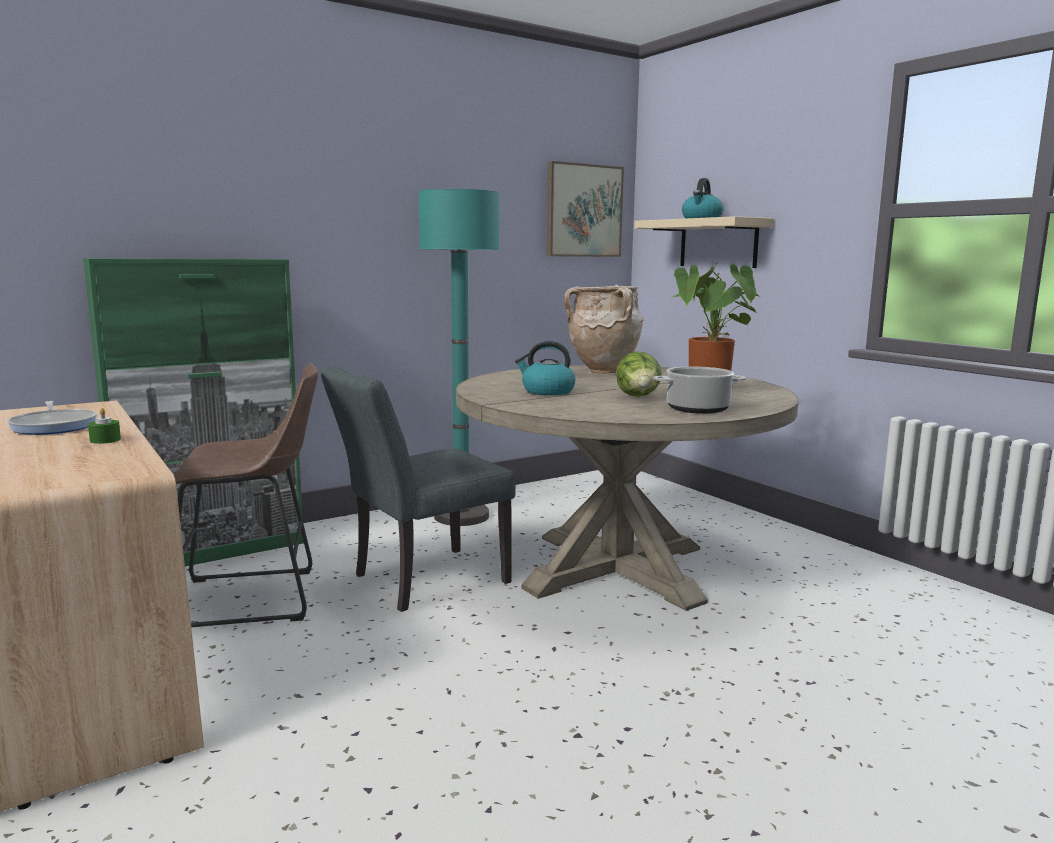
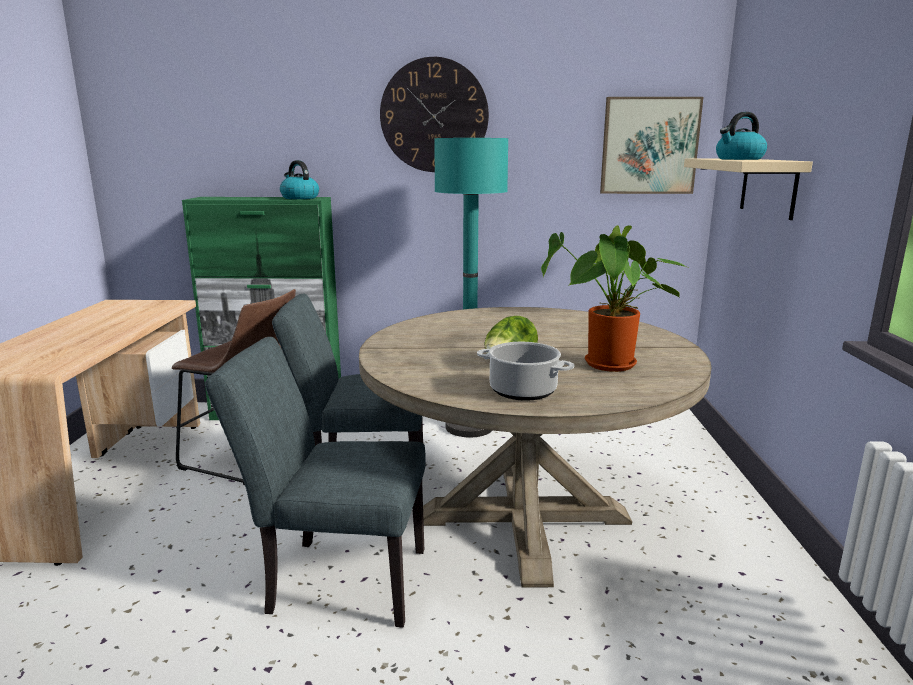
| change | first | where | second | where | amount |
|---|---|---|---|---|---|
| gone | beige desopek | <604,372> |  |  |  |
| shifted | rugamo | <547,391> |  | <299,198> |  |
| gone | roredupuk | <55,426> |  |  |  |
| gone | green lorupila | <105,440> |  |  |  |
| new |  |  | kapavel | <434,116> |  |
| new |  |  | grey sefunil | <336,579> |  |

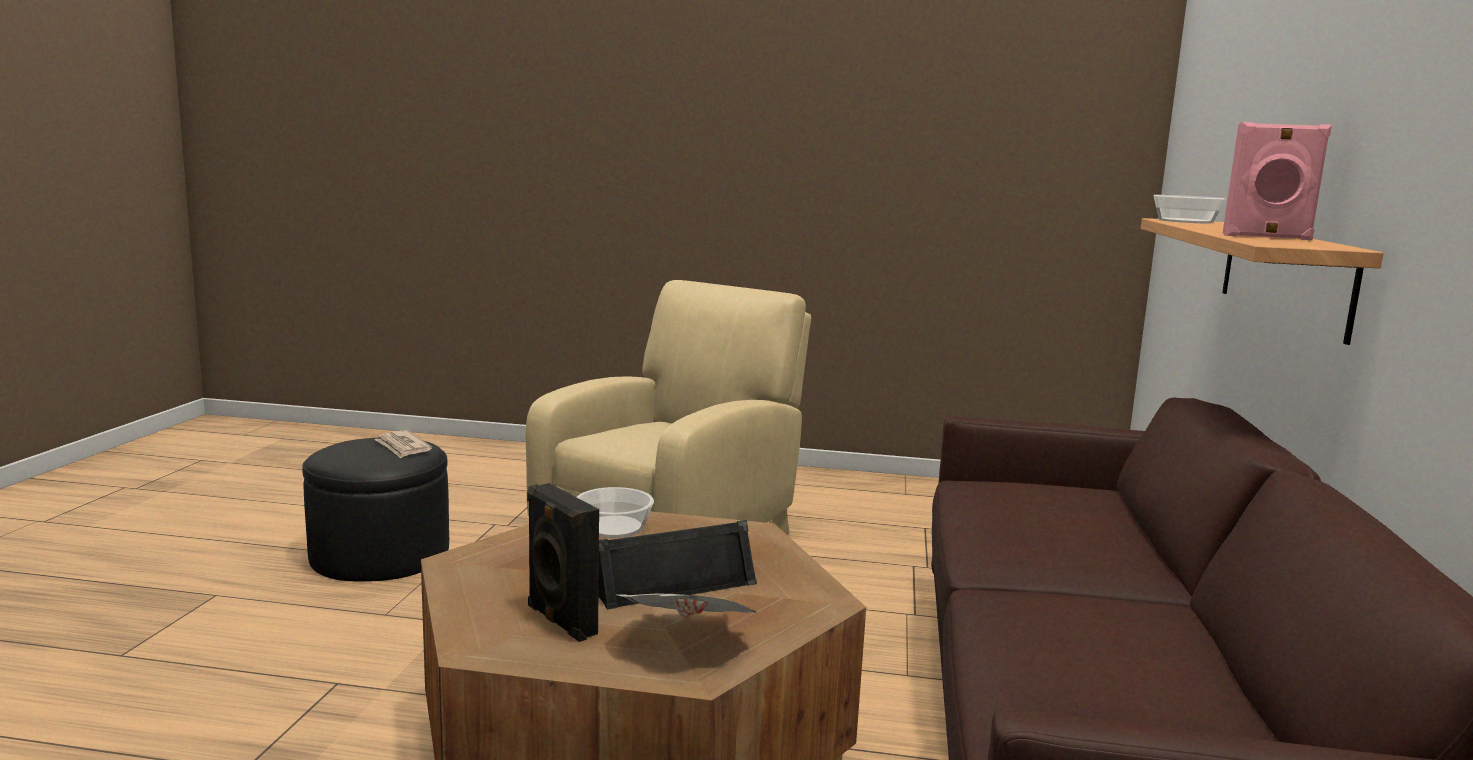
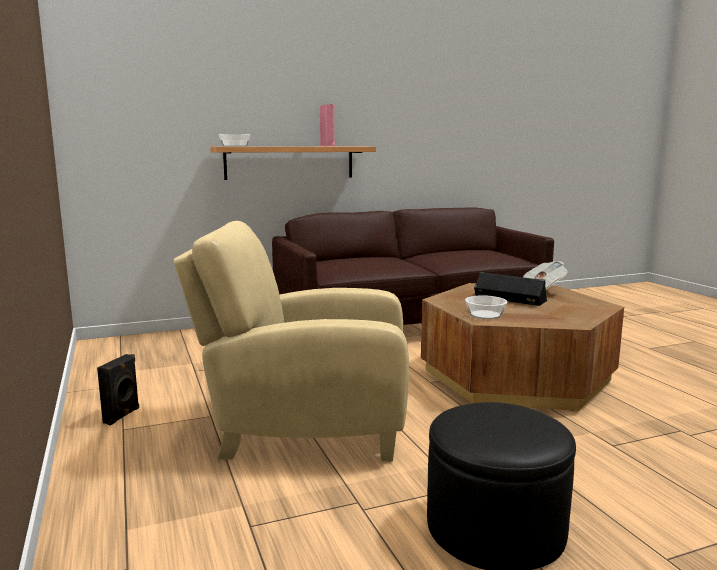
| change | first | where | second | where | amount |
|---|---|---|---|---|---|
| gone | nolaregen | <402,447> |  |  |  |
| shifted | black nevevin | <559,621> |  | <122,416> |  |

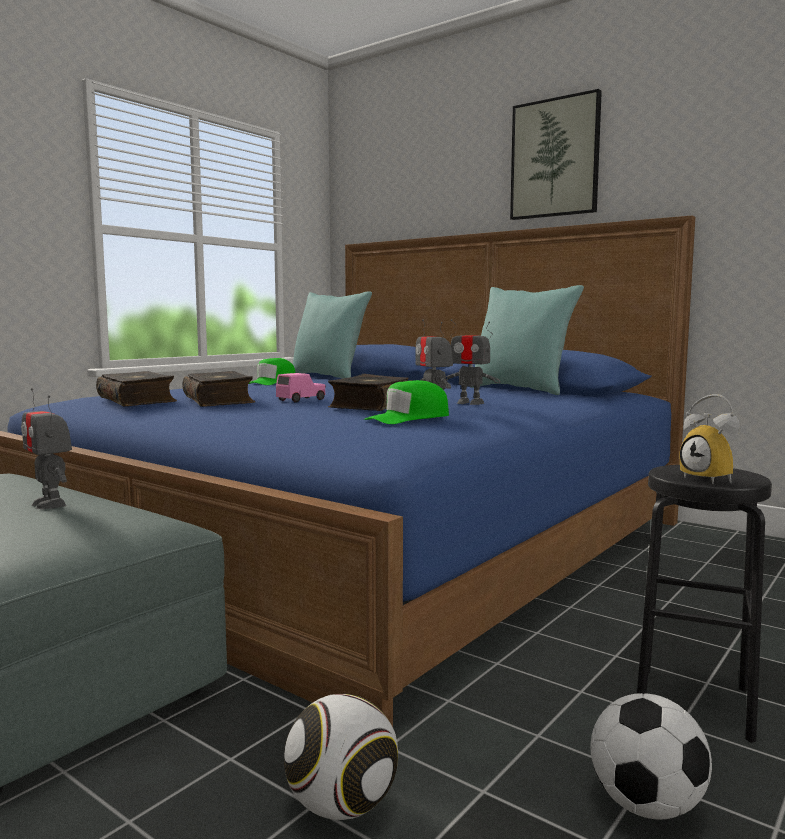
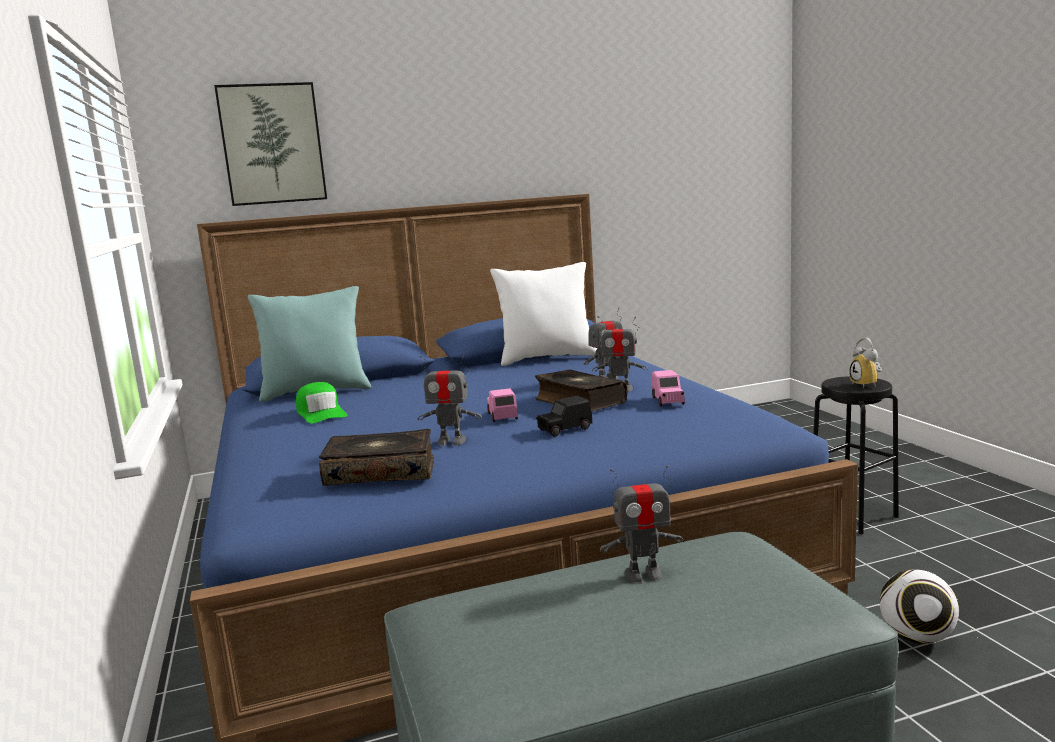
| change | first | where | second | where | amount |
|---|---|---|---|---|---|
| shifted | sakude | <555,158> |  | <272,144> |  |
| repainted | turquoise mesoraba | <521,390> | white mesoraba | <547,358> |  |
| swapped | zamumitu | <219,400> | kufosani | <451,441> |  |
| swapped | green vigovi | <409,418> | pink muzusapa | <668,401> |  |
| rotated | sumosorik | <712,479> |  | <868,385> | 75 degrees clockwise |
| gone | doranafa | <646,805> |  |  |  |
| new |  |  | black muzusapa | <564,430> |  |

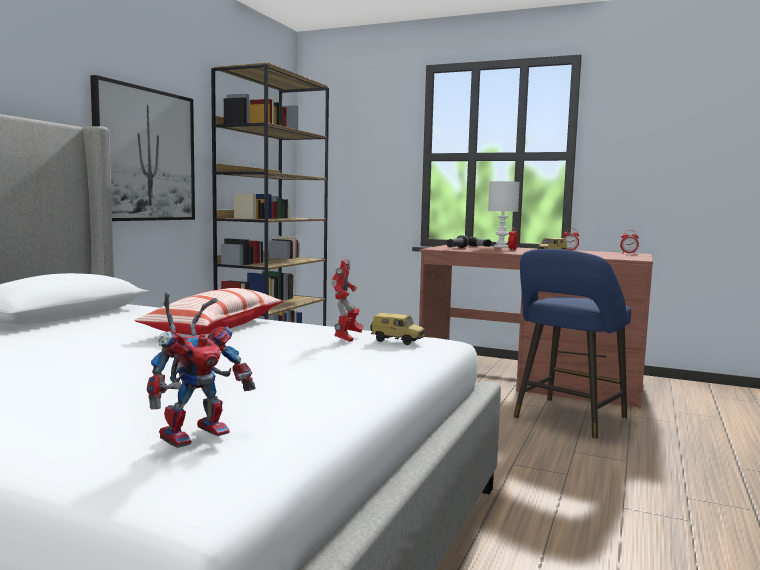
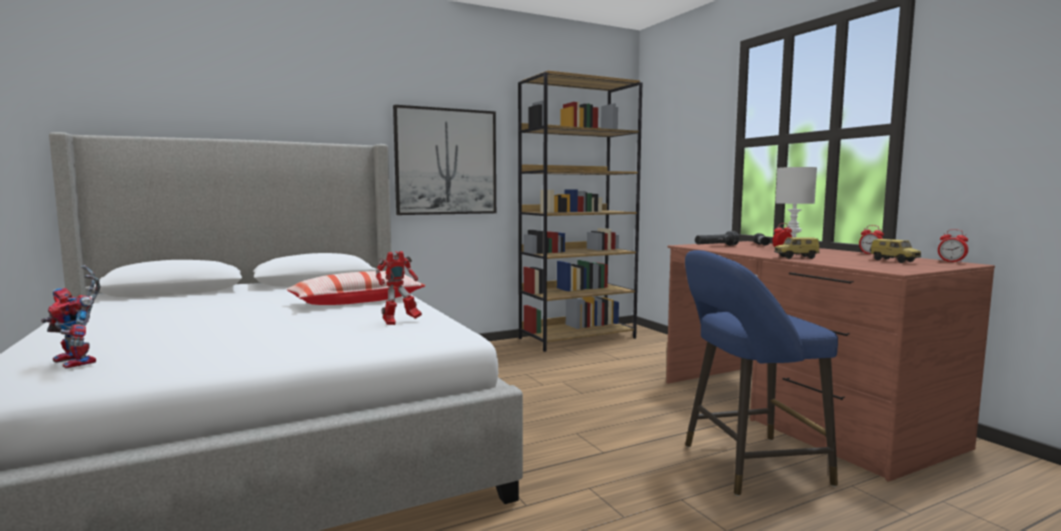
| change | first | where | second | where | amount |
|---|---|---|---|---|---|
| rotated | kufosani | <197,432> |  | <80,362> | 45 degrees clockwise |
| shifted | muzusapa | <397,341> |  | <894,261> |  |

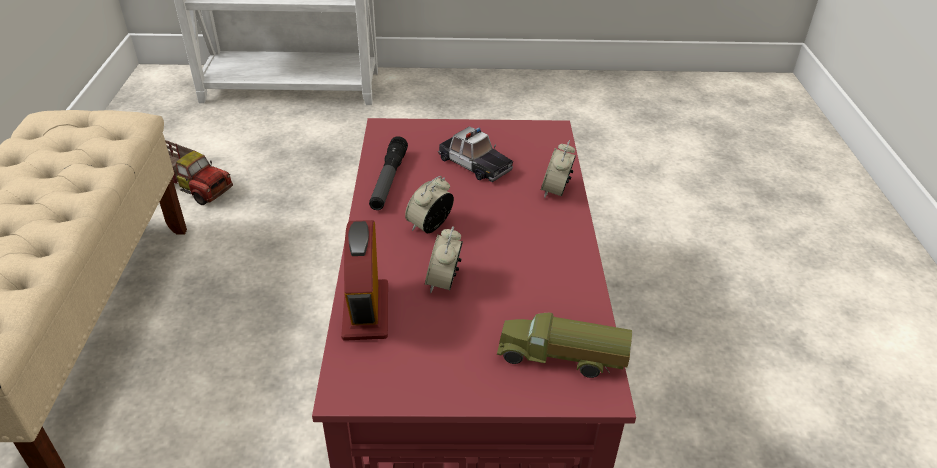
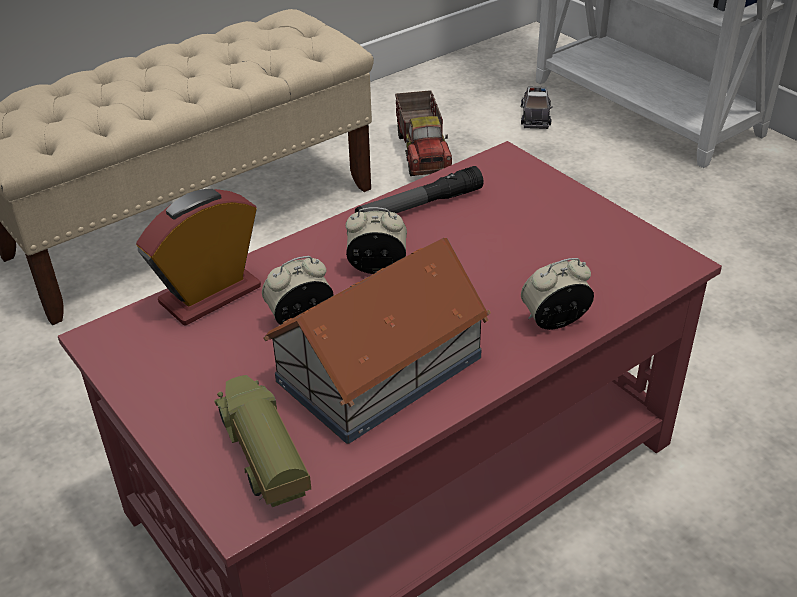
| change | first | where | second | where | amount |
|---|---|---|---|---|---|
| shifted | muzusapa | <474,164> |  | <535,116> |  |
| new |  |  | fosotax | <377,369> |  |

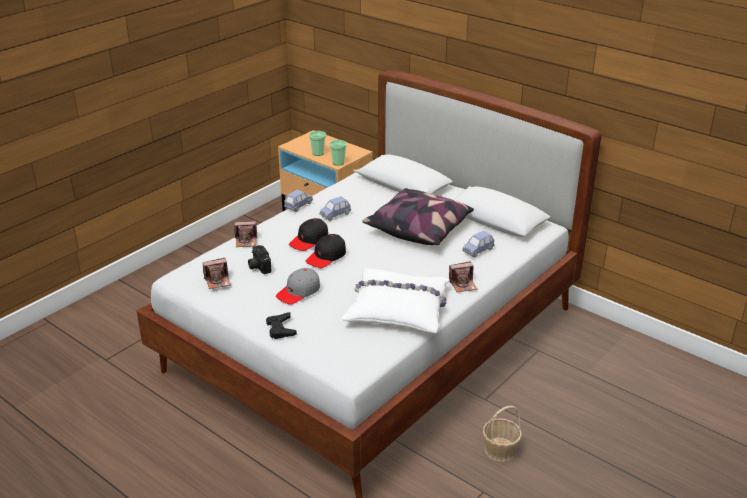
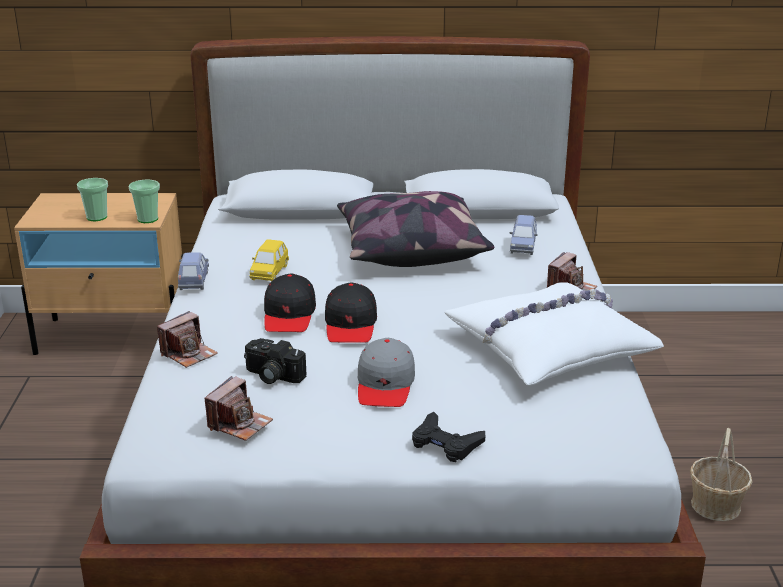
| change | first | where | second | where | amount |
|---|---|---|---|---|---|
| repainted | blue muzusapa | <335,215> | yellow muzusapa | <269,273> |  |

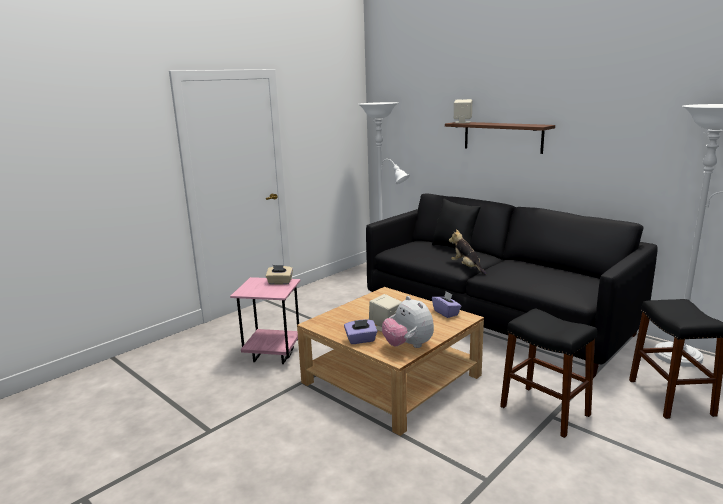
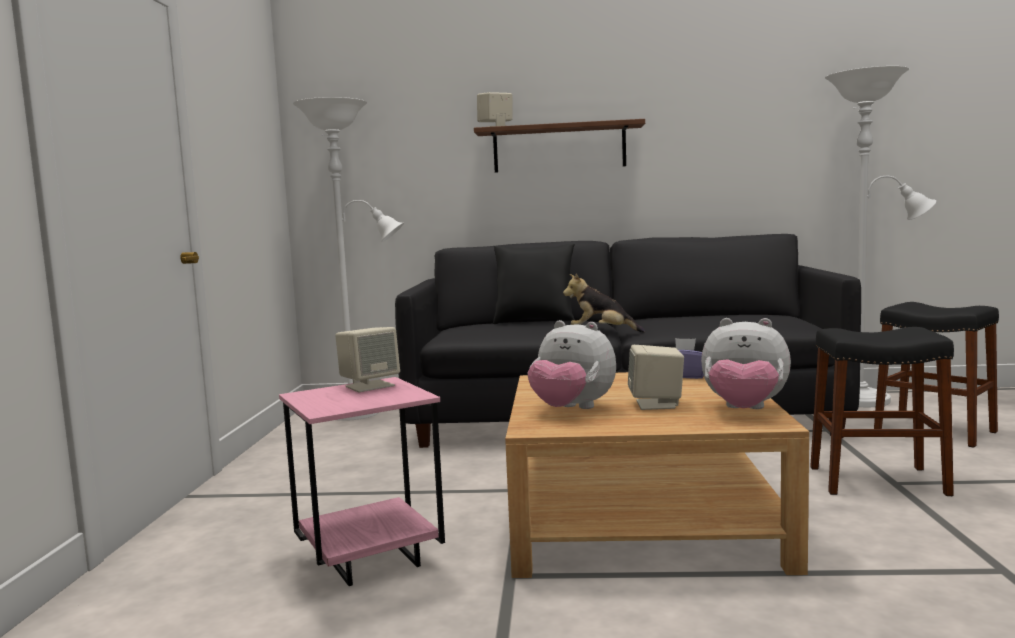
| change | first | where | second | where | amount |
|---|---|---|---|---|---|
| swapped | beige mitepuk | <280,282> | beige nevevin | <369,386> |  |
| gone | purple mitepuk | <361,340> |  |  |  |
| new |  |  | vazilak | <572,409> |  |

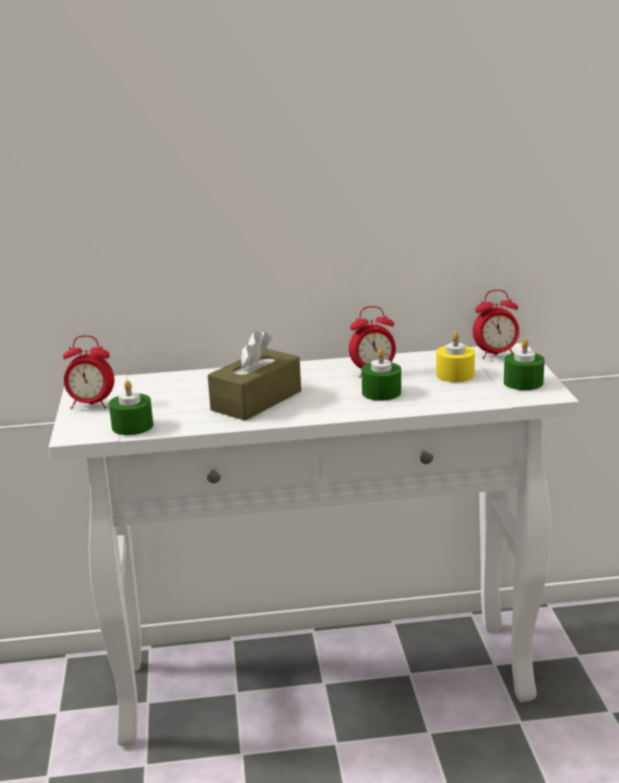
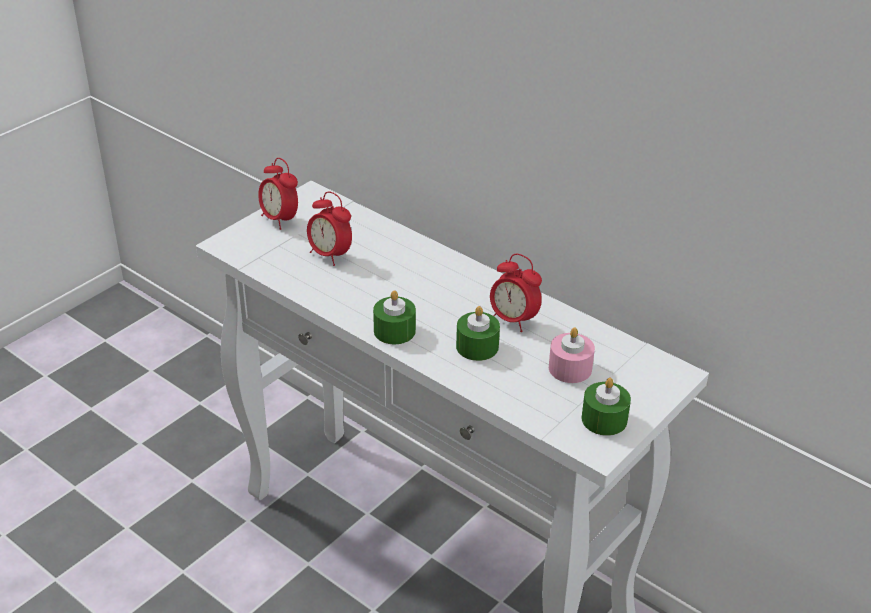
| change | first | where | second | where | amount |
|---|---|---|---|---|---|
| shifted | sumosorik | <496,355> |  | <330,255> |  |
| gone | brown mitepuk | <256,400> |  |  |  |
| repainted | yellow lorupila | <455,375> | pink lorupila | <570,368> |  |
| shifted | green lorupila | <132,426> |  | <394,331> |  |

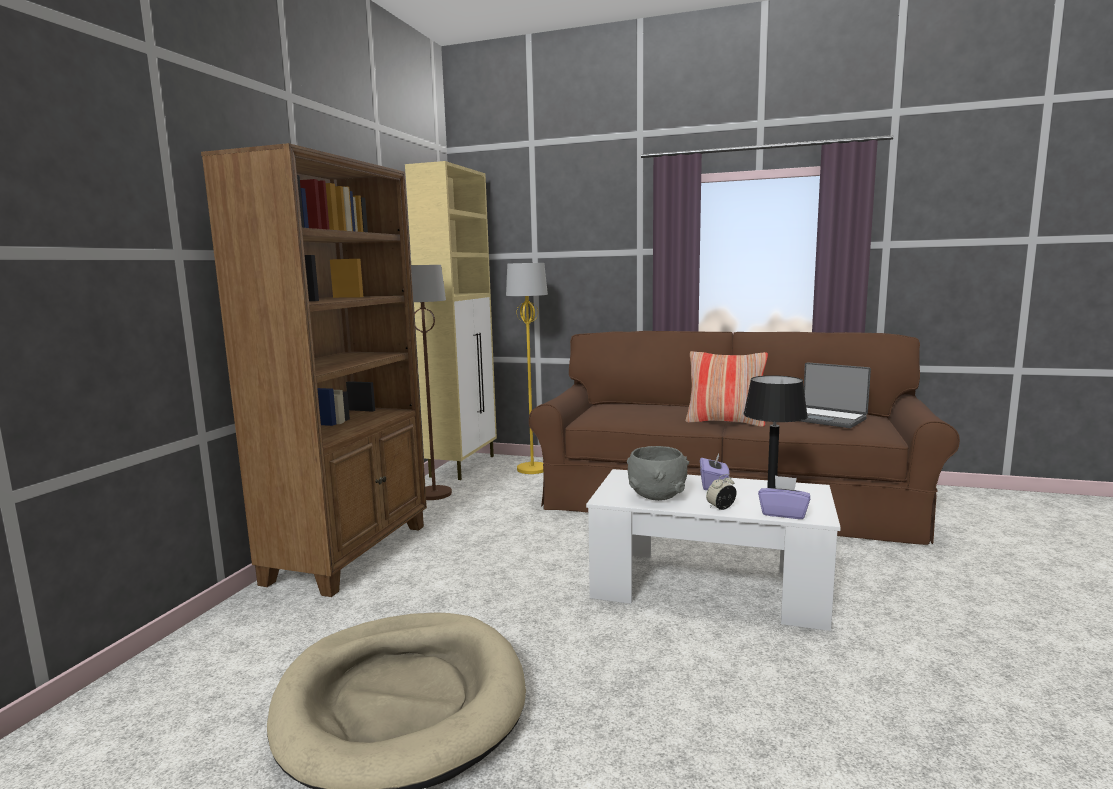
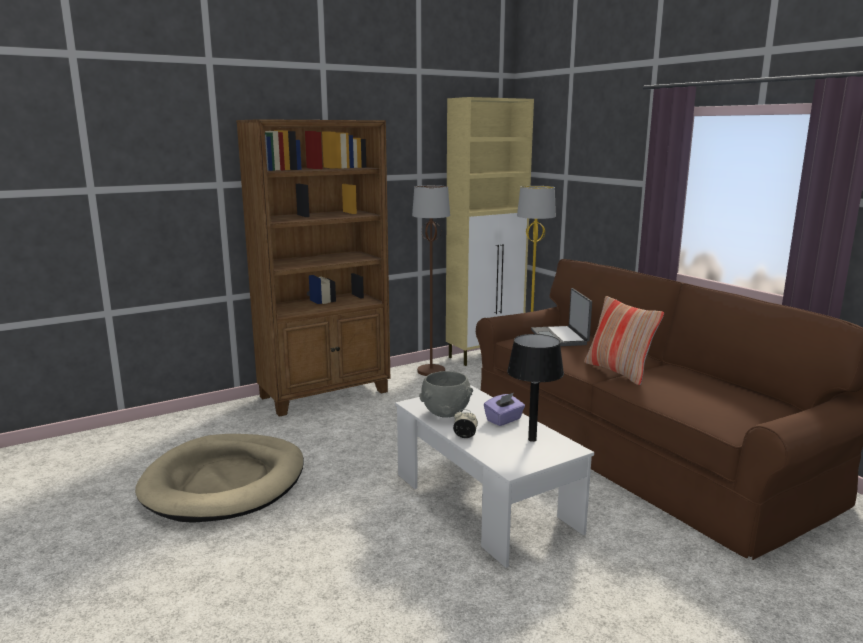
| change | first | where | second | where | amount |
|---|---|---|---|---|---|
| shifted | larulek | <826,419> |  | <560,337> |  |
| gone | purple mitepuk | <783,513> |  |  |  |

